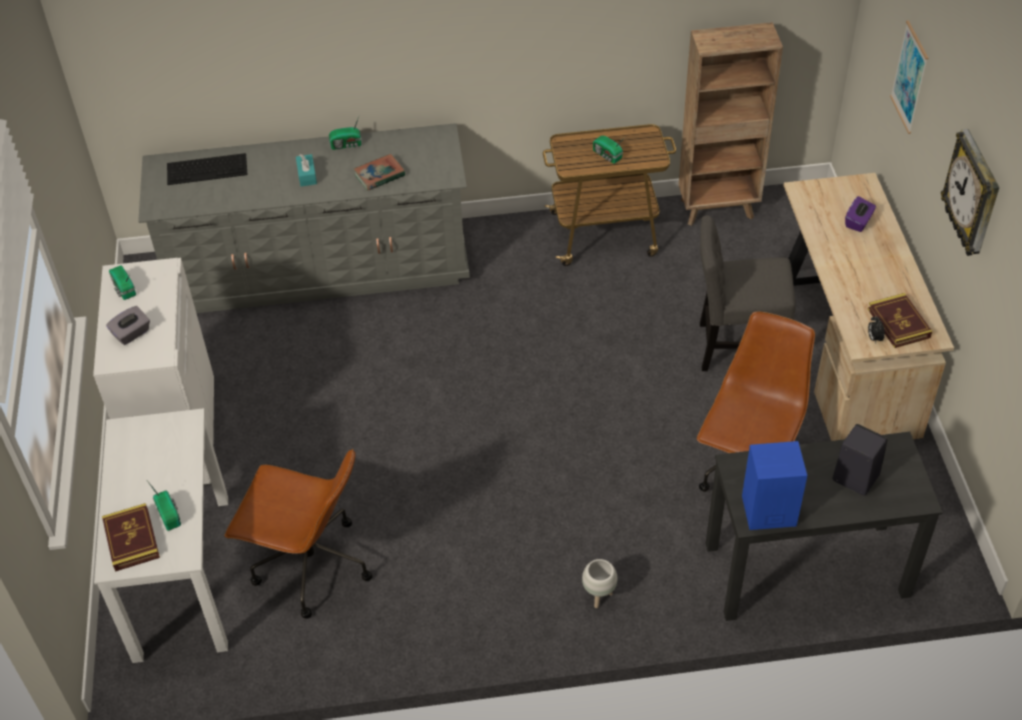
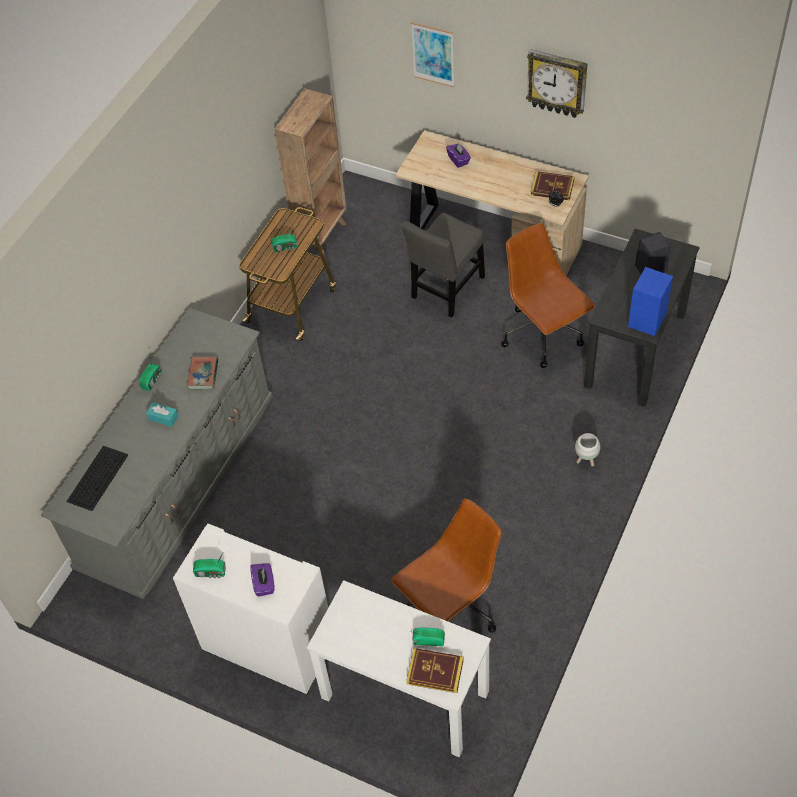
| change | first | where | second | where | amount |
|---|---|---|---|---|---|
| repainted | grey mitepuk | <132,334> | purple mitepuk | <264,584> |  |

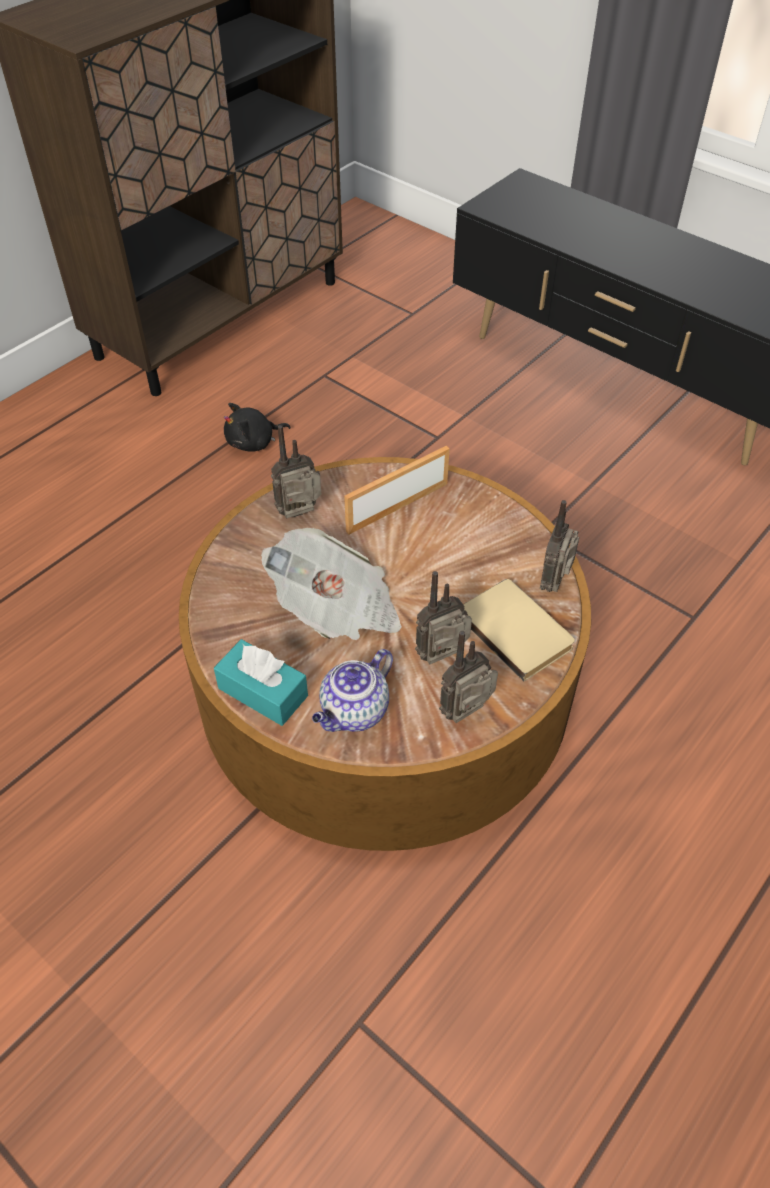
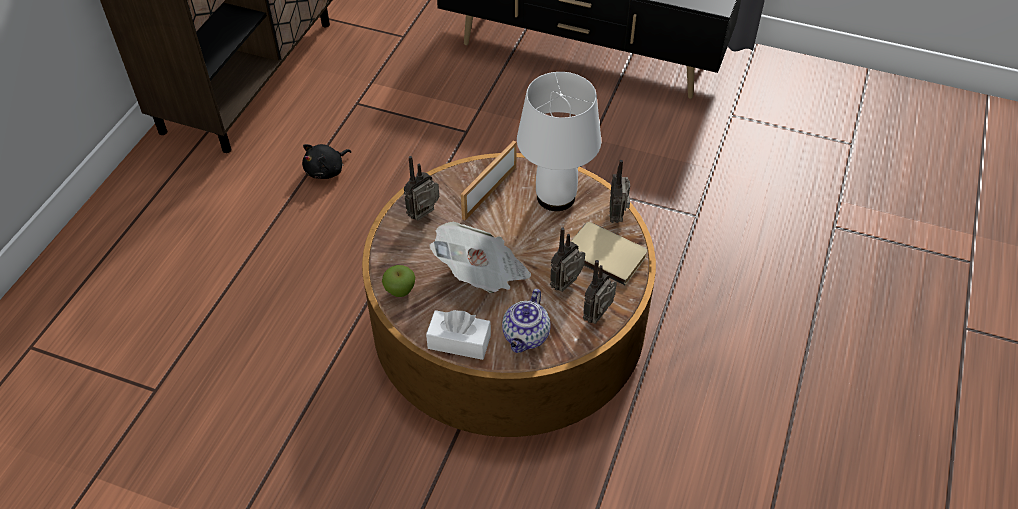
| change | first | where | second | where | amount |
|---|---|---|---|---|---|
| repainted | turquoise mitepuk | <263,692> | white mitepuk | <459,342> |  |
| new |  |  | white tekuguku | <555,196> |  |
| new |  |  | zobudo | <400,291> |  |

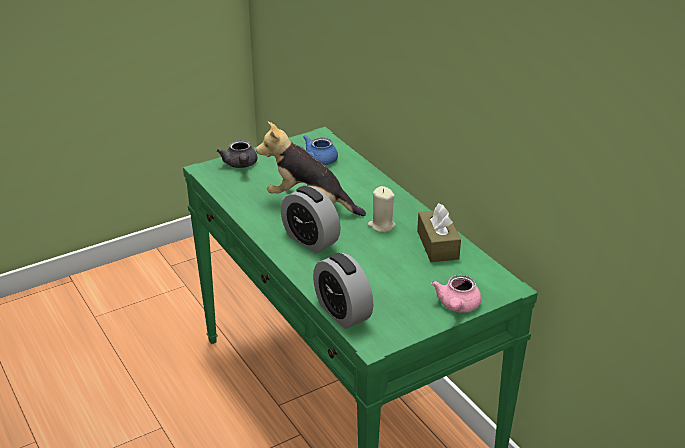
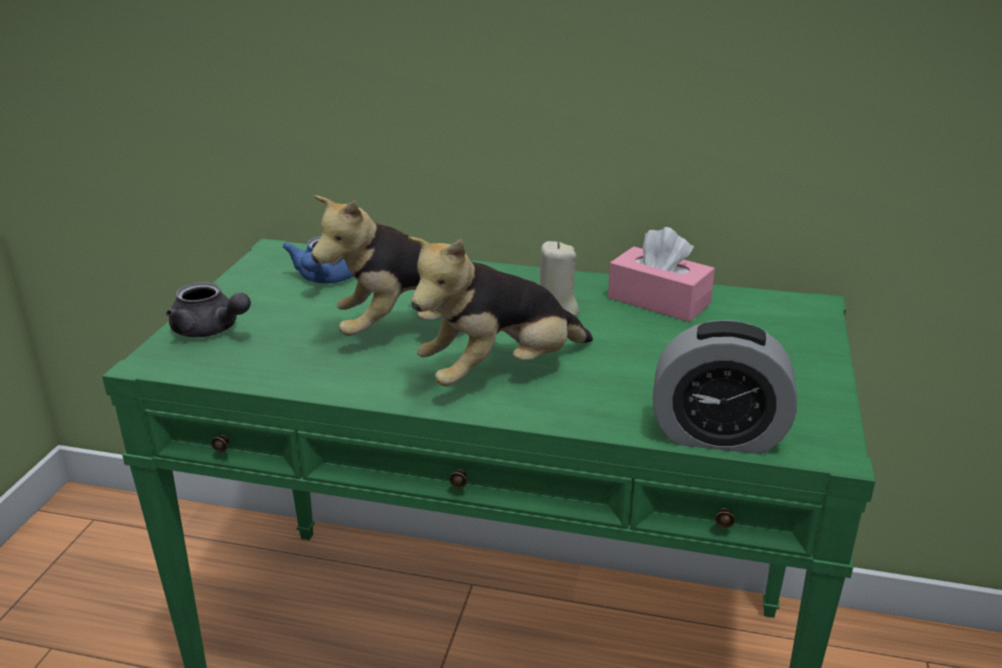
| change | first | where | second | where | amount |
|---|---|---|---|---|---|
| swapped | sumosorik | <310,240> | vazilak | <500,372> |  |
| repainted | brown mitepuk | <437,245> | pink mitepuk | <658,301> |  |
| gone | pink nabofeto | <457,306> |  |  |  |

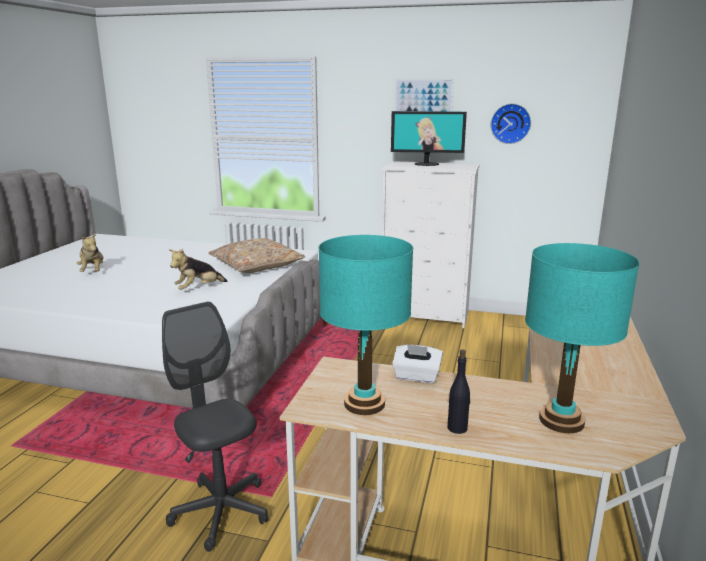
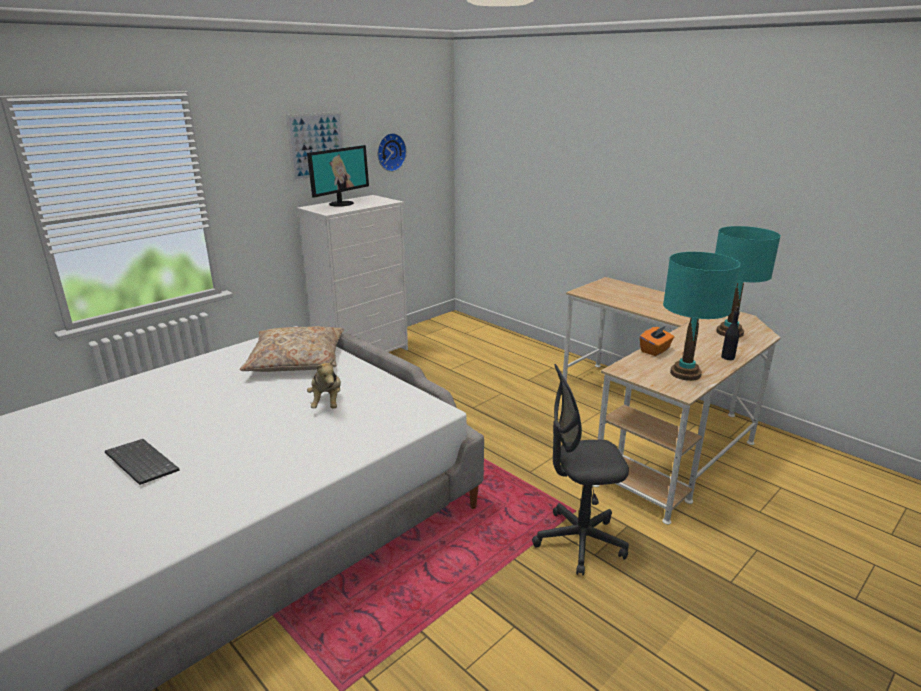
| change | first | where | second | where | amount |
|---|---|---|---|---|---|
| swapped | vazilak | <93,271> | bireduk | <139,463> |  |
| repainted | white mitepuk | <416,376> | orange mitepuk | <655,350> |  |

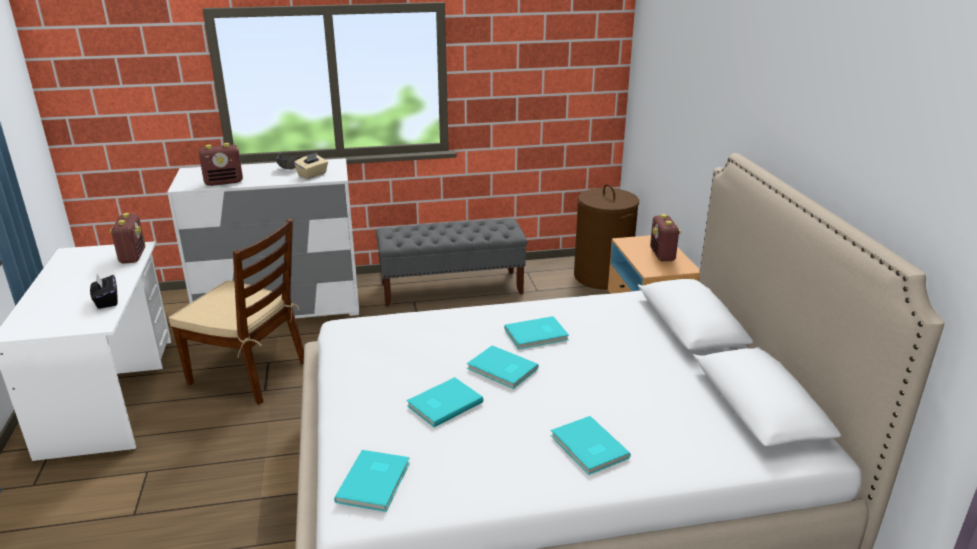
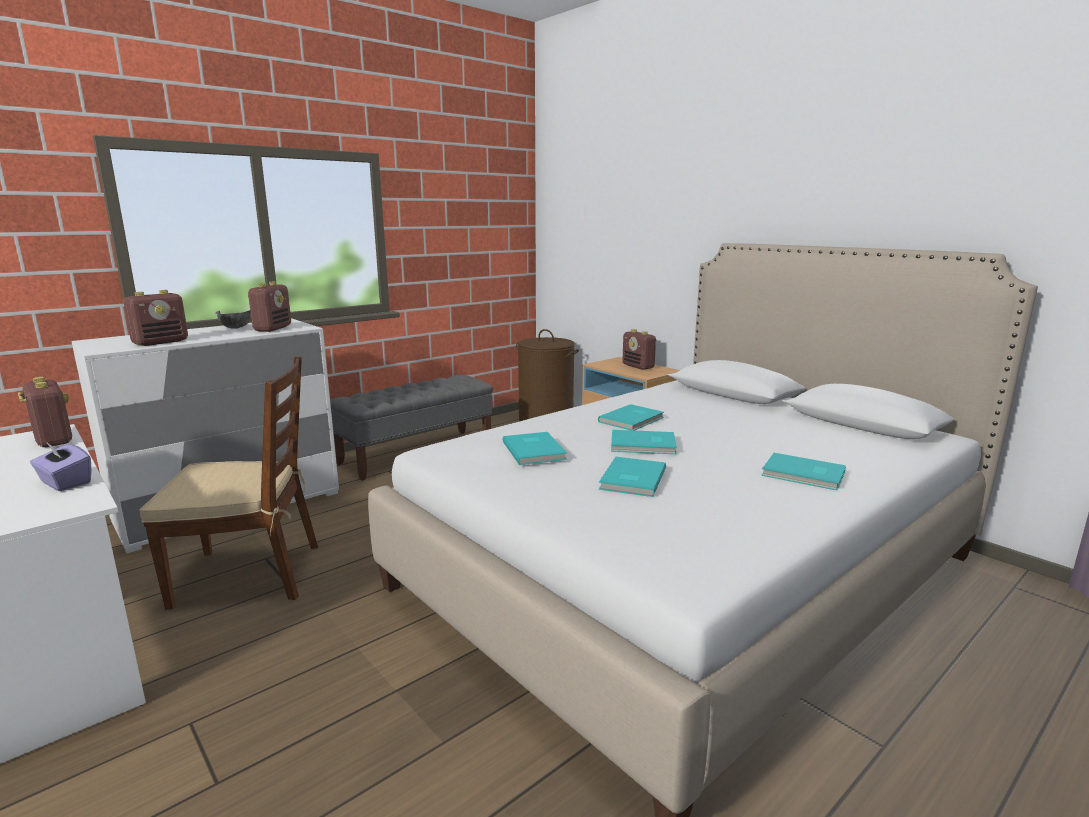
| change | first | where | second | where | amount |
|---|---|---|---|---|---|
| swapped | beige mitepuk | <312,174> | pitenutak | <273,328> |  |
| repainted | black mitepuk | <106,301> | purple mitepuk | <65,483> |  |
| shifted | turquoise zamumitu | <376,481> |  | <535,450> |  |

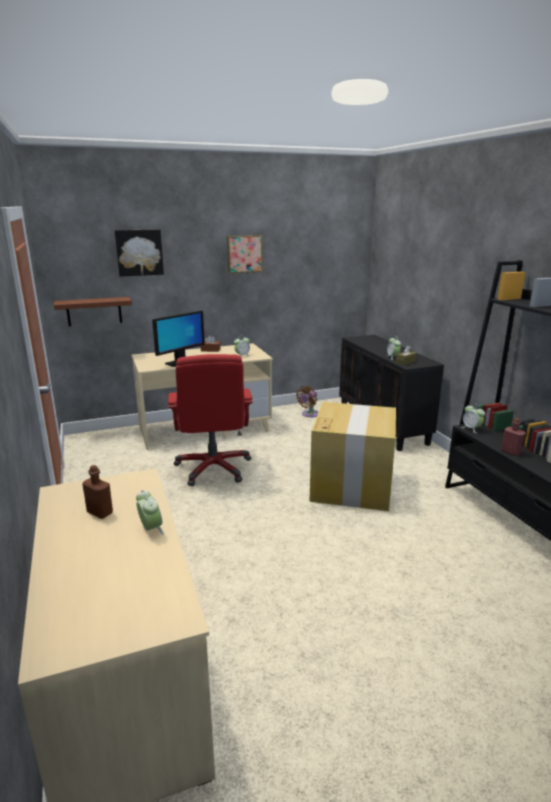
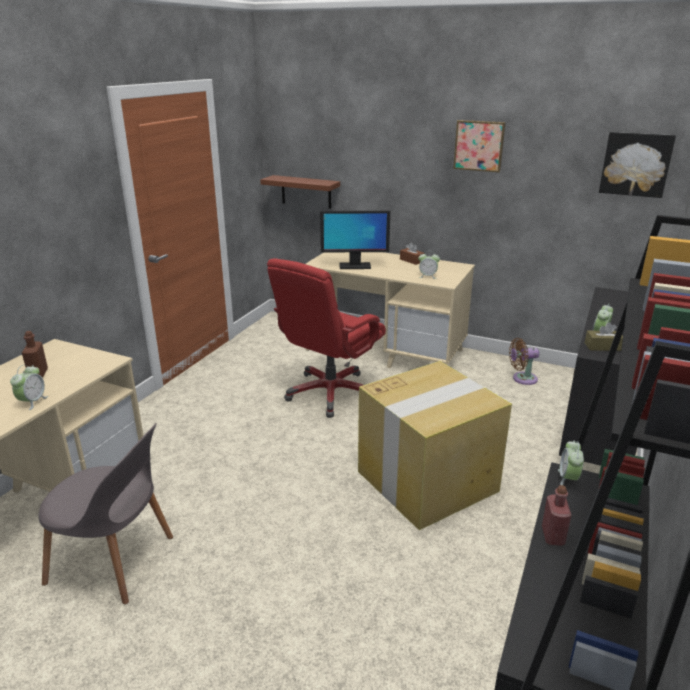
| change | first | where | second | where | amount |
|---|---|---|---|---|---|
| shifted | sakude | <139,252> |  | <635,164> |  |
| new |  |  | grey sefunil | <115,561> |  |

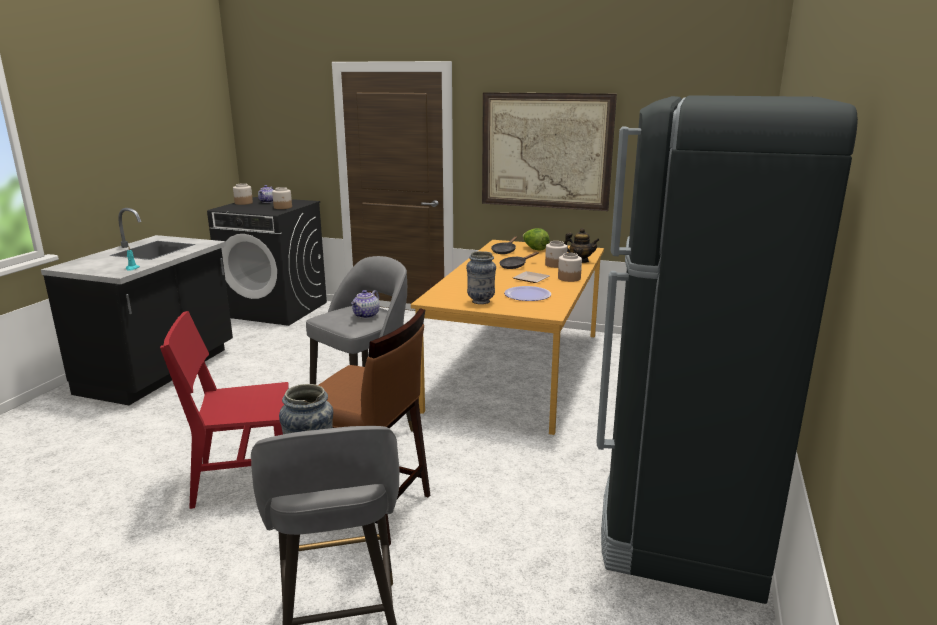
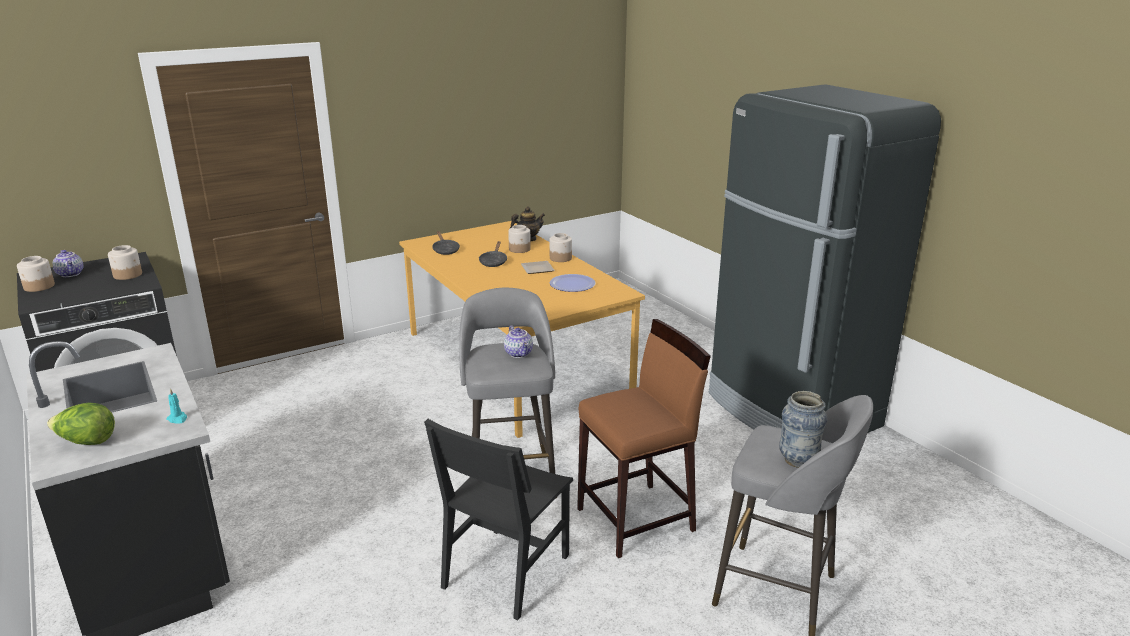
| change | first | where | second | where | amount |
|---|---|---|---|---|---|
| gone | sakude | <545,151> |  |  |  |
| shifted | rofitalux | <534,249> |  | <86,442> |  |
| gone | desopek | <481,301> |  |  |  |
| repainted | red sefunil | <244,479> | black sefunil | <506,571> |  |

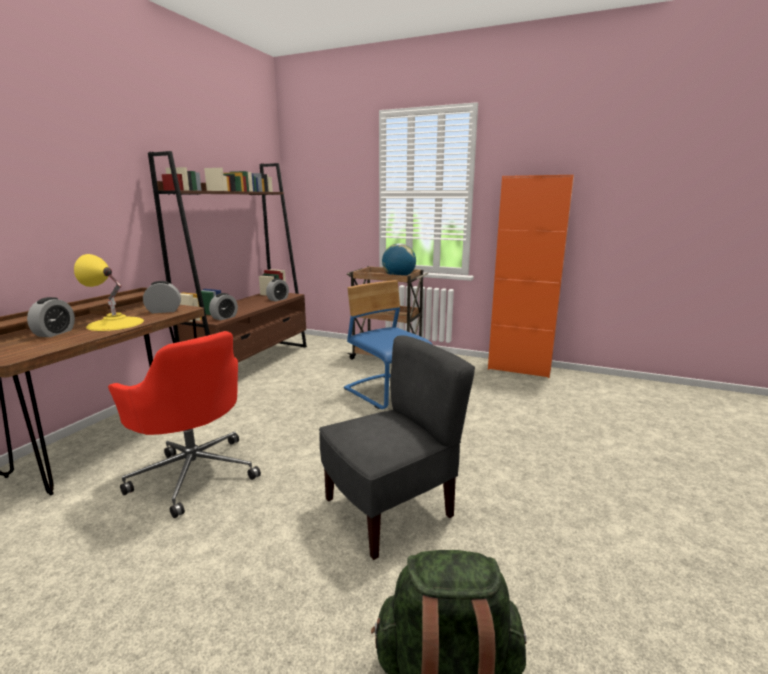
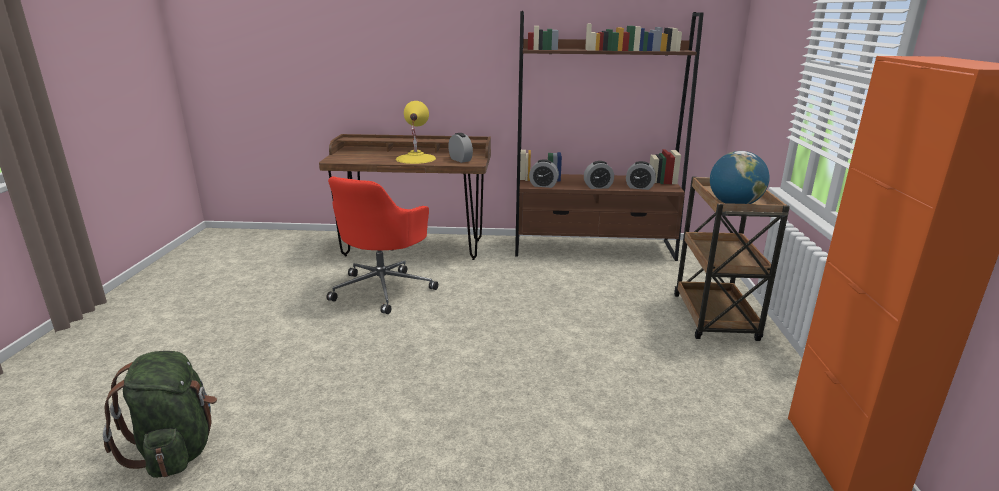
| change | first | where | second | where | amount |
|---|---|---|---|---|---|
| gone | blue sefunil | <387,392> |  |  |  |
| shifted | sumosorik | <55,333> |  | <598,187> |  |
| gone | grey sefunil | <390,510> |  |  |  |

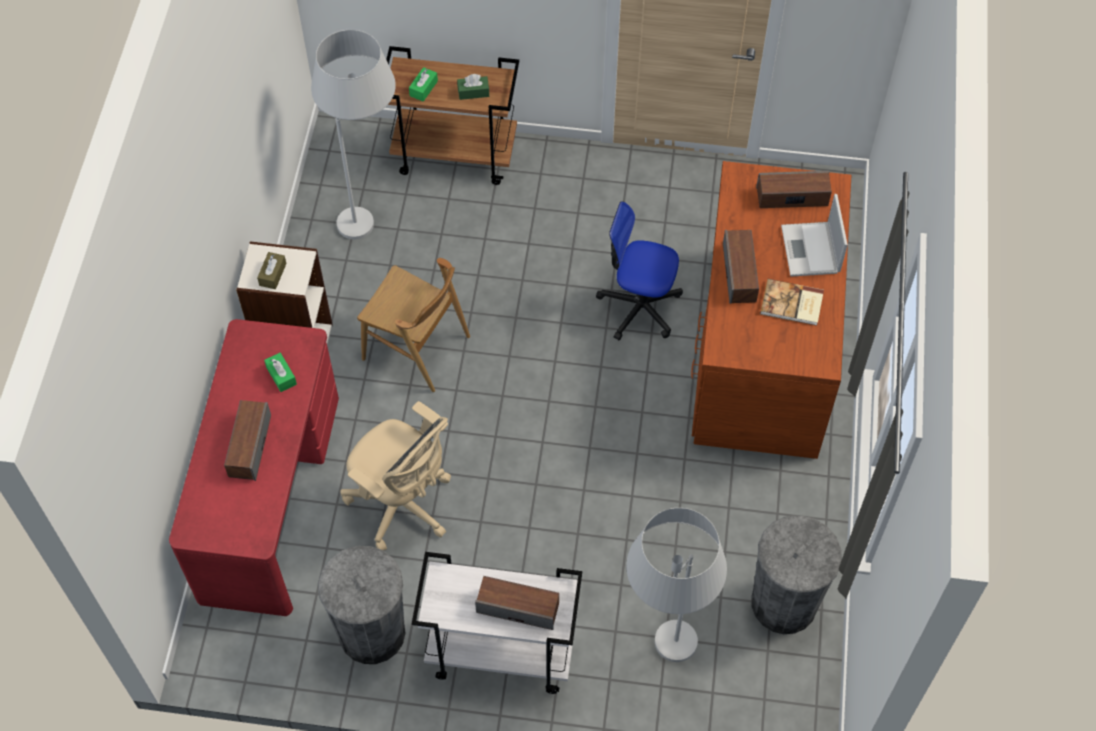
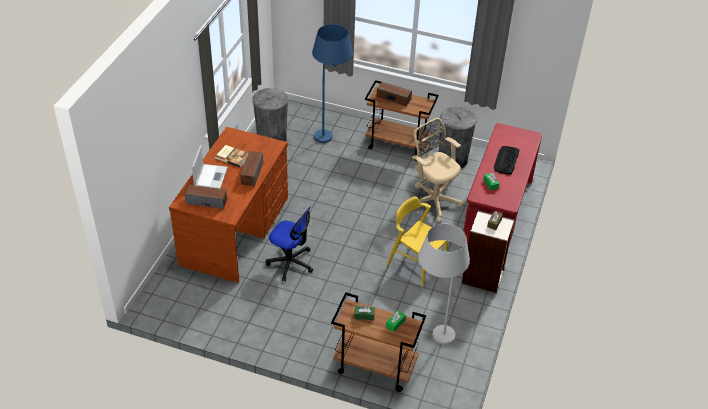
| change | first | where | second | where | amount |
|---|---|---|---|---|---|
| repainted | brown sefunil | <416,348> | yellow sefunil | <416,264> |  |
| swapped | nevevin | <249,446> | bireduk | <506,160> |  |
| repainted | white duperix | <661,659> | blue duperix | <331,132> |  |
| repainted | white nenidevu | <500,653> | brown nenidevu | <398,145> |  |

